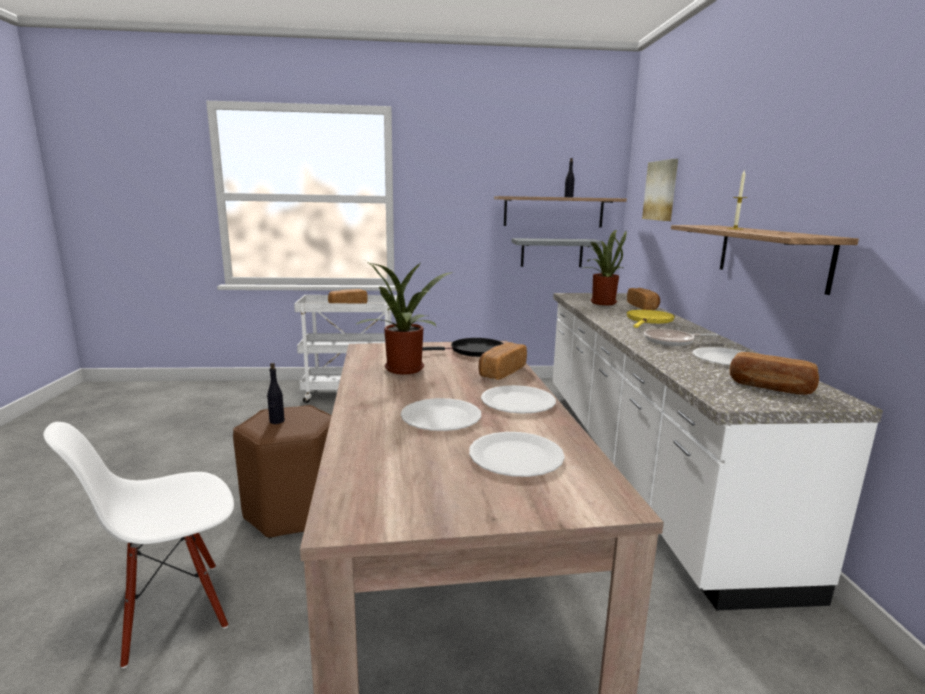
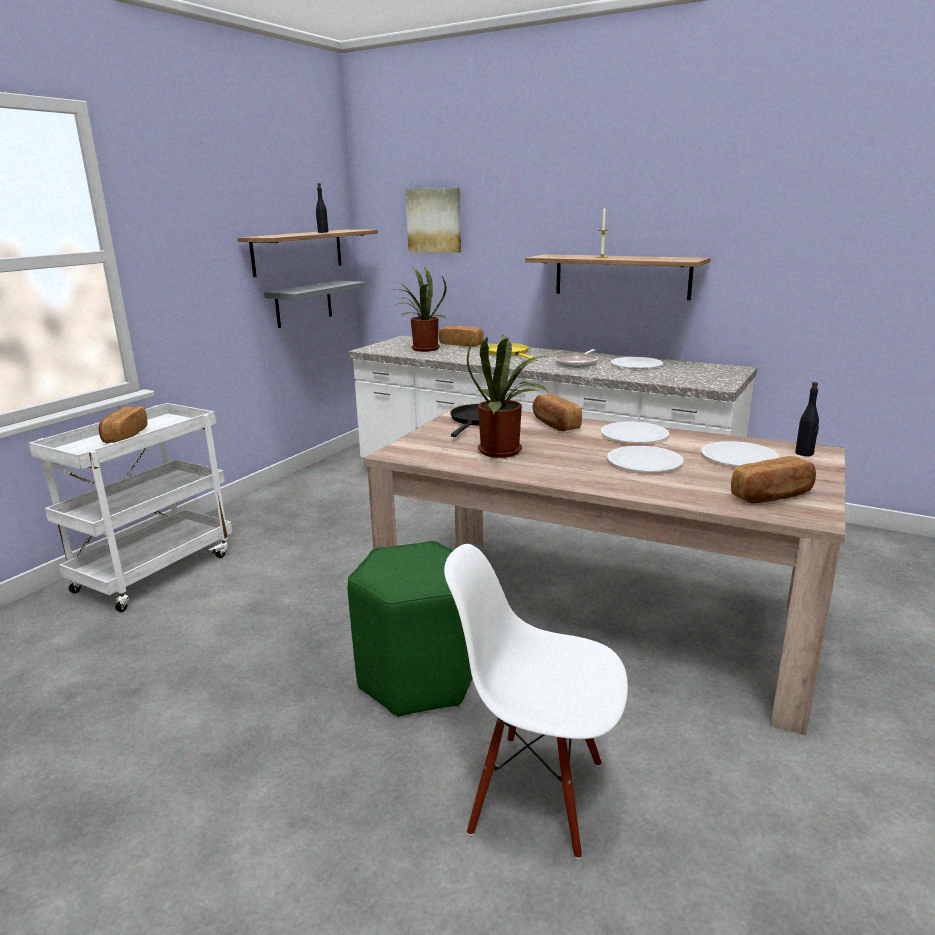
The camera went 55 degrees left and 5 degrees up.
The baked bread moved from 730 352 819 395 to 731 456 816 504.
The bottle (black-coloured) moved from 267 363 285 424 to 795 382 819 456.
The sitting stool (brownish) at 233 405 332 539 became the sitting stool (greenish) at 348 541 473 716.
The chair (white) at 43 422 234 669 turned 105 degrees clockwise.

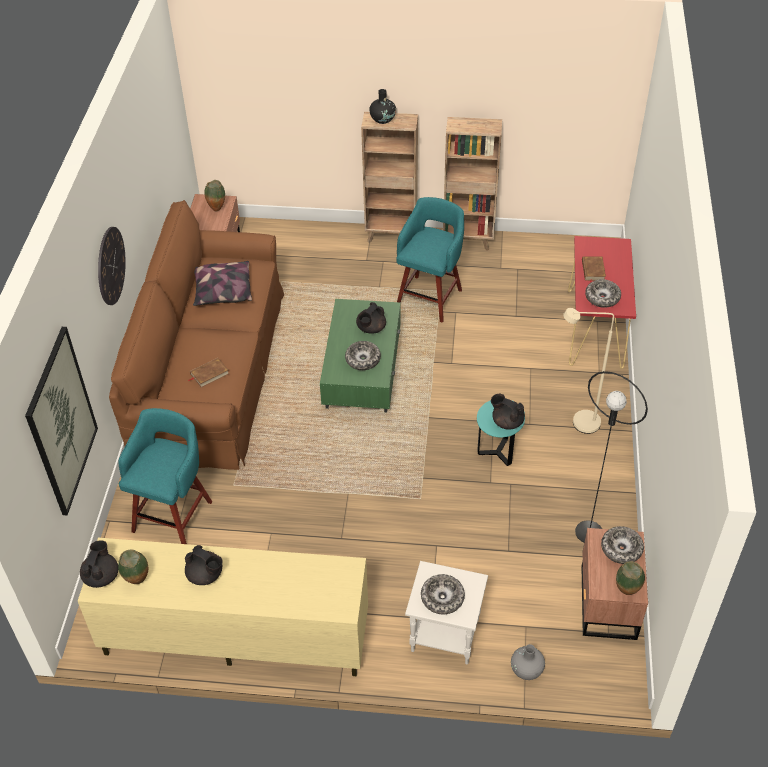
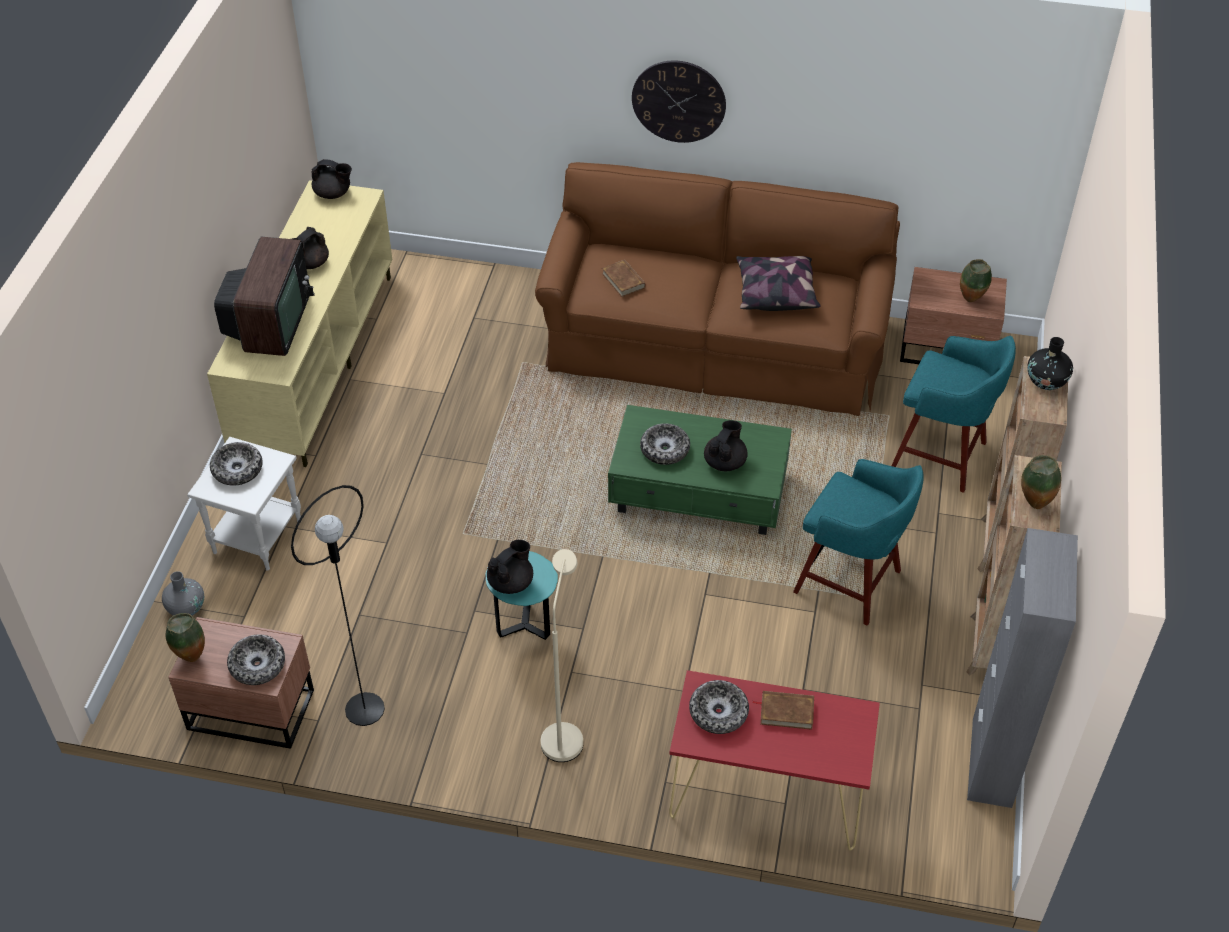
The camera went 95 degrees right and 0 degrees up.
The tea pot (black-coloured) at 356 302 386 334 turned 75 degrees clockwise.
The picture at 25 327 98 515 disappeared.
The sitting stool (blue-green) moved from 118 408 212 544 to 891 336 1016 493.
The vase moved from 118 549 148 584 to 1021 455 1061 509.
The television at 214 237 315 356 appeared.
The storage cabinet (grey) at 967 528 1078 808 appeared.

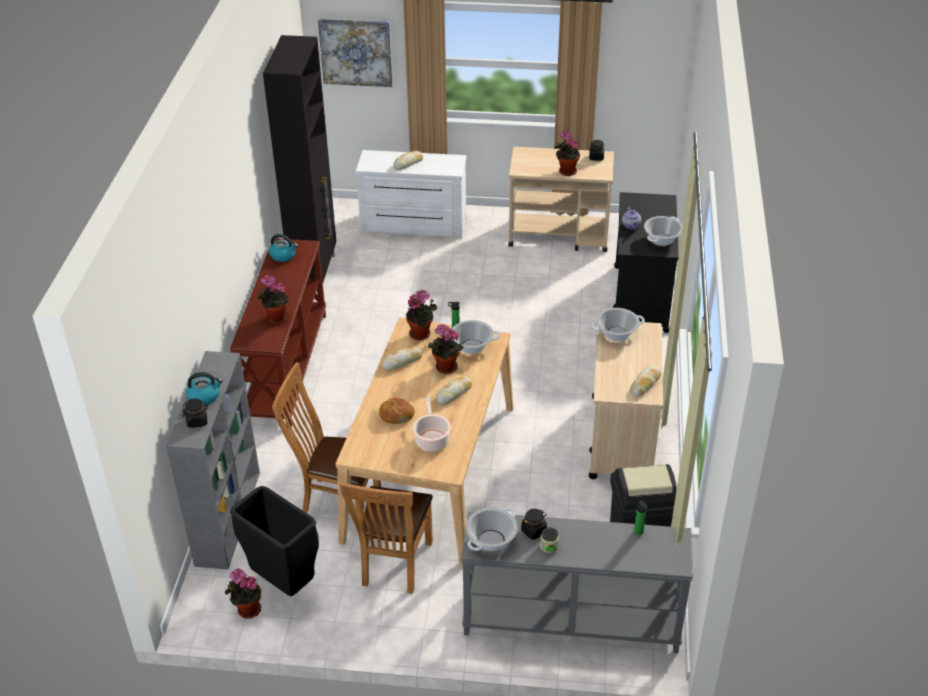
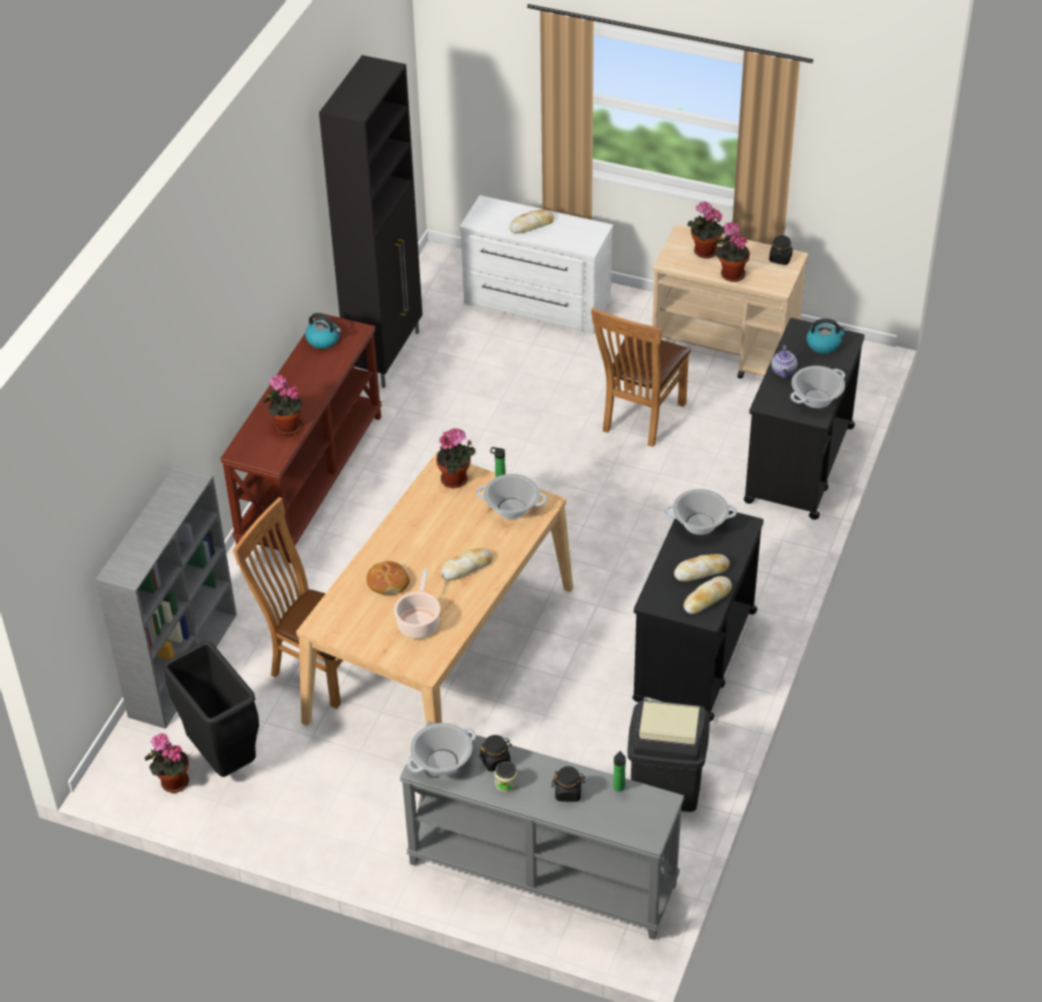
The camera went 15 degrees right and 5 degrees up.
The picture at 318 18 393 87 disappeared.
The trolley (sand-coloured) at 589 322 663 479 became the trolley (black-coloured) at 632 510 763 721.
The houseplant moved from 428 324 464 374 to 688 201 724 258.
The baked bread moved from 382 347 422 371 to 674 554 729 581.
The water kettle moved from 186 372 223 405 to 806 318 848 354.
The jar (black-coloured) moved from 182 398 209 428 to 552 766 585 802.
The chair (brownish) moved from 339 482 433 594 to 591 308 691 447.

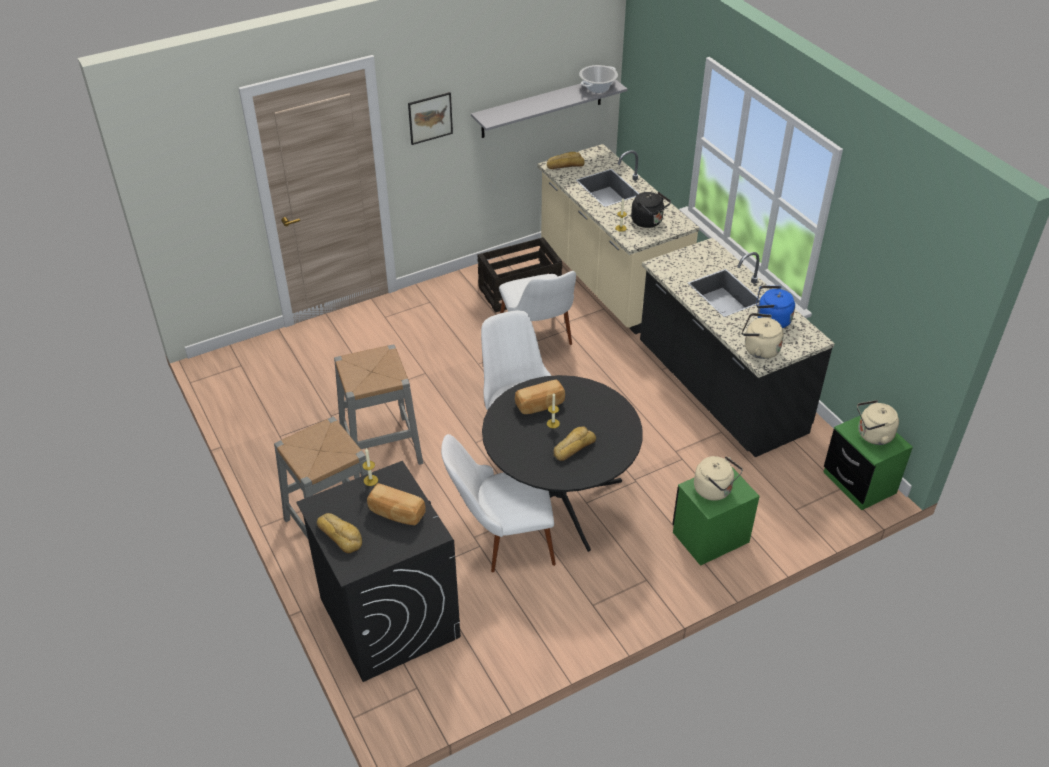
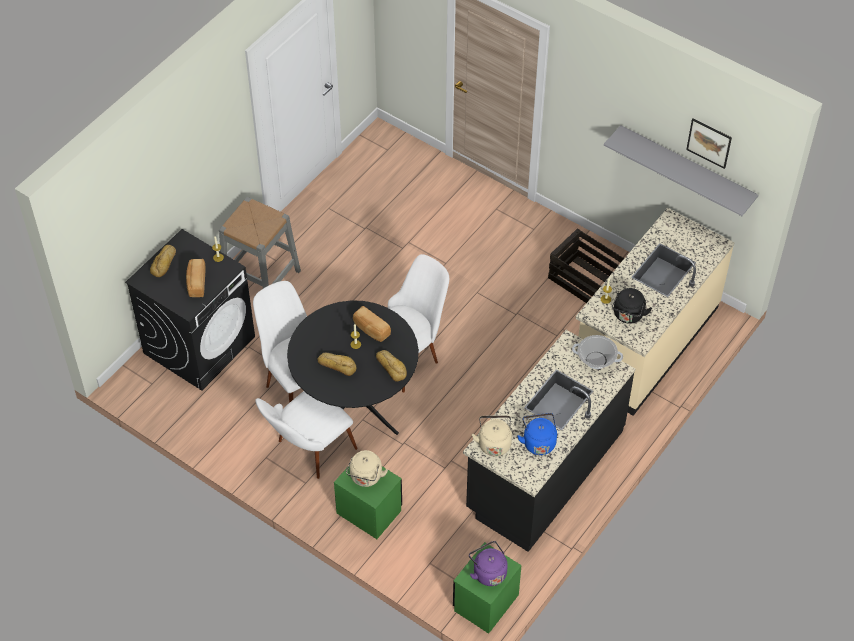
The camera went 65 degrees right and 10 degrees up.
The cooking pot moved from 579 65 618 93 to 572 335 623 369.
The picture moved from 408 92 453 145 to 686 118 732 169.
The baked bread moved from 547 152 585 169 to 376 350 407 382.
The chair (white) moved from 499 271 576 345 to 255 391 357 479.
The sitting stool (grey) at 334 344 423 479 disappeared.
The water kettle (sand-coloured) at 857 400 899 445 became the water kettle (purple-coloured) at 469 541 508 586.

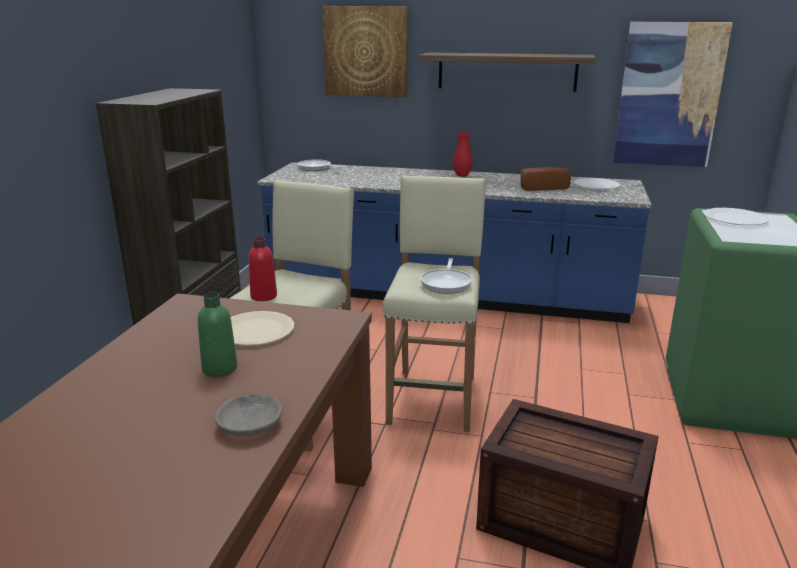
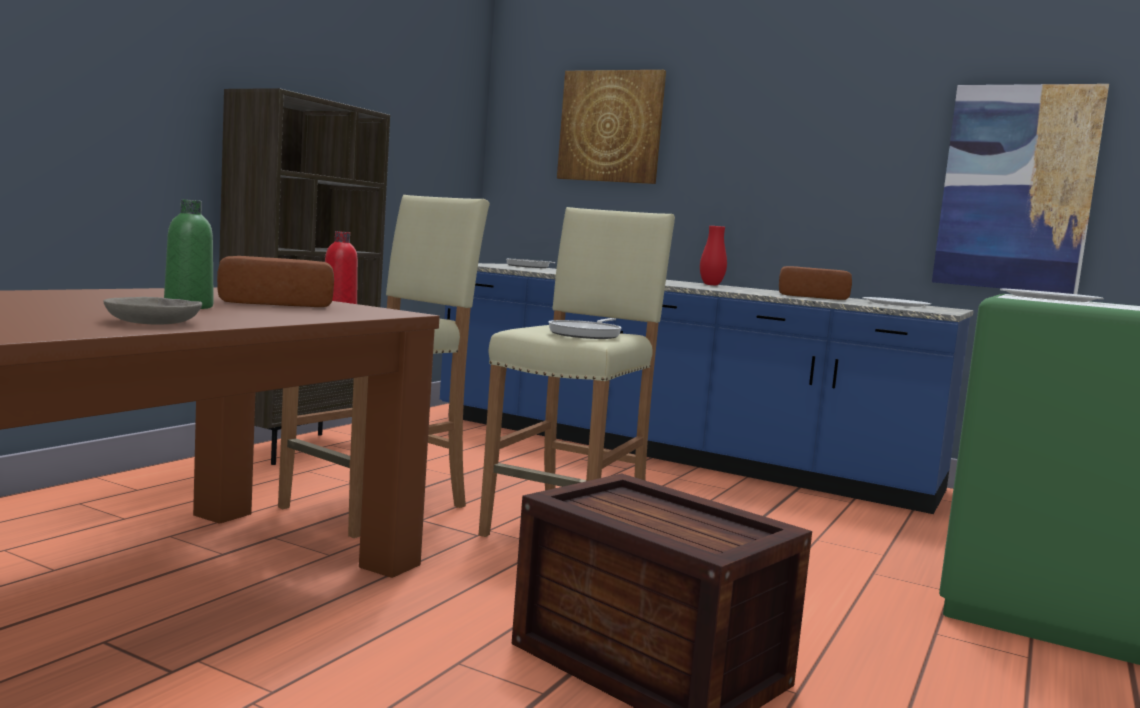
The camera went 15 degrees right and 15 degrees down.
The bracket shelf at 419 52 595 92 disappeared.
The dinner plate (sand-coloured) at 231 311 294 346 was replaced by the baked bread at 217 256 334 307.

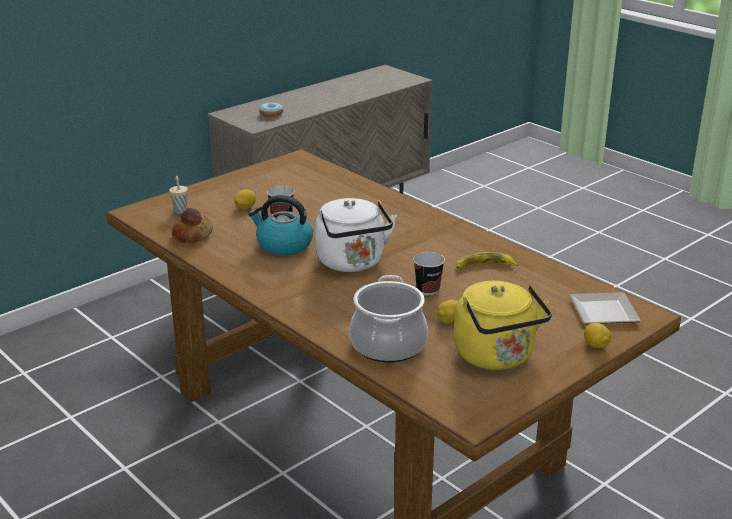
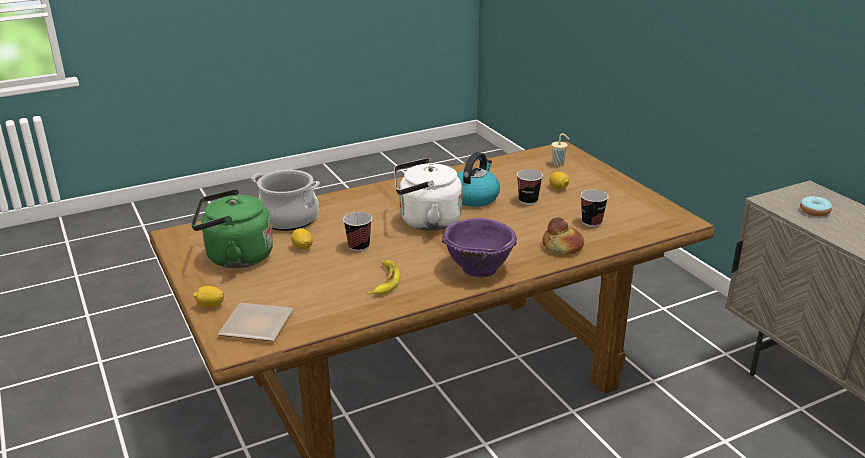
The camera went 105 degrees right and 0 degrees up.
The baked bread moved from 172 208 213 243 to 542 217 584 255.
The water kettle (yellowish) at 454 281 552 370 became the water kettle (greenish) at 191 189 273 268.
The drinking cup at 581 190 609 227 appeared.
The deep dish (purple-coloured) at 442 218 517 277 appeared.

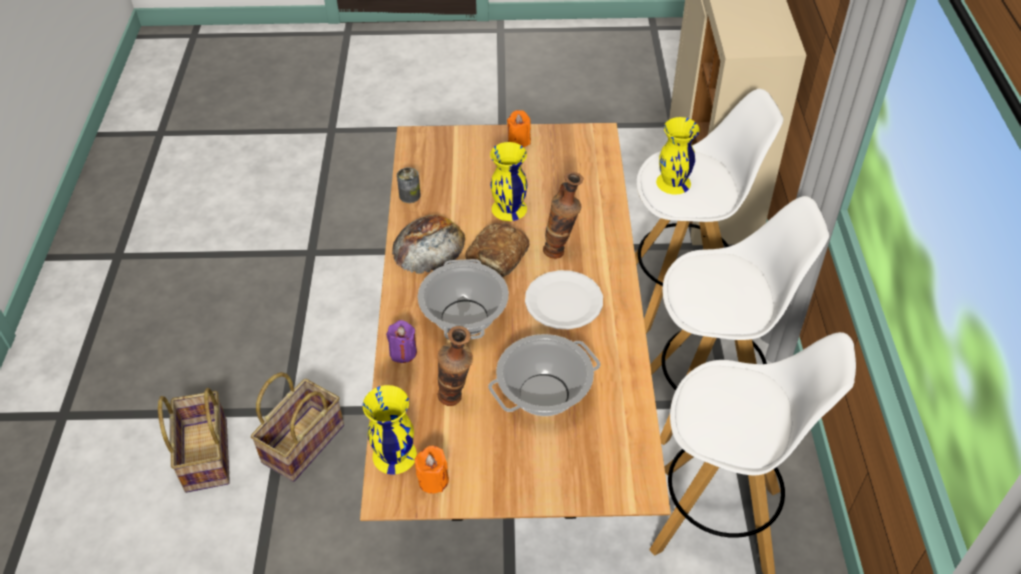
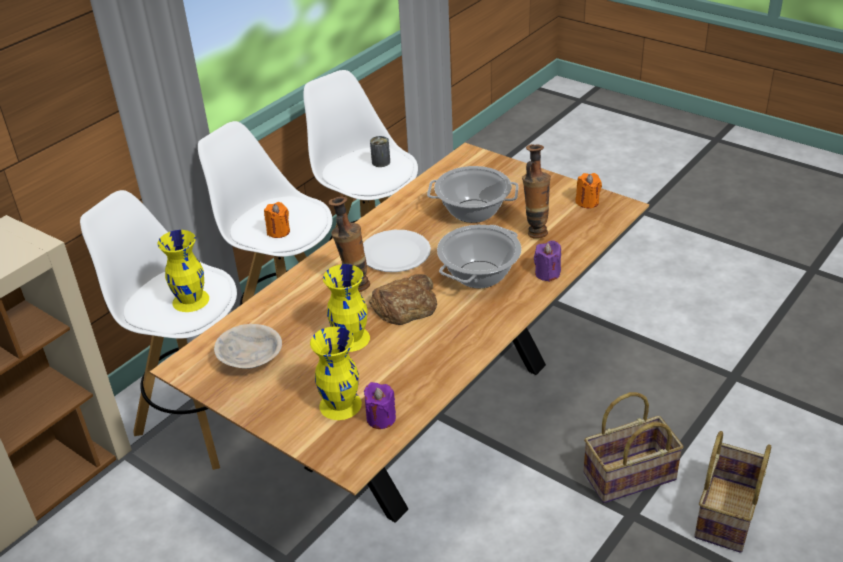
The camera went 140 degrees left and 10 degrees down.
The wax light (orange) moved from 507 110 531 147 to 264 202 290 238.
The sealed can moved from 397 167 421 203 to 370 136 390 167.
The baked bread at 392 215 465 274 disappeared.
The vase (yellowish) moved from 363 385 417 474 to 310 327 362 420.
The deep dish (sand-coloured) at 214 324 282 369 appeared.
The wax light (purple-coloured) at 364 382 396 429 appeared.

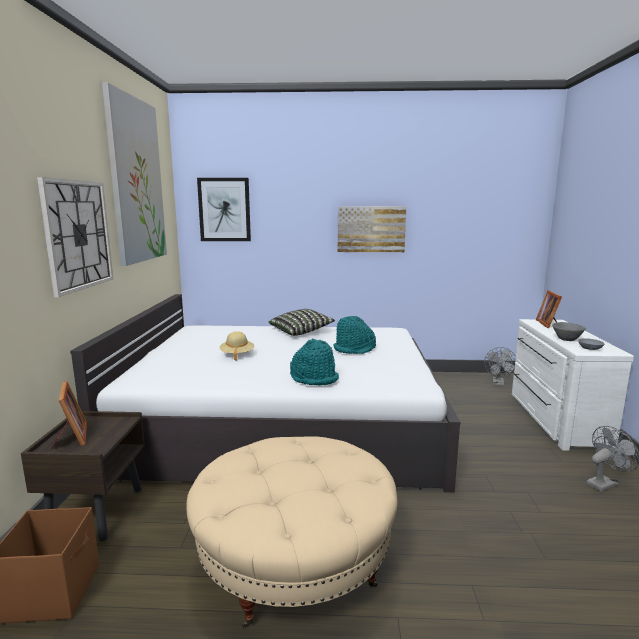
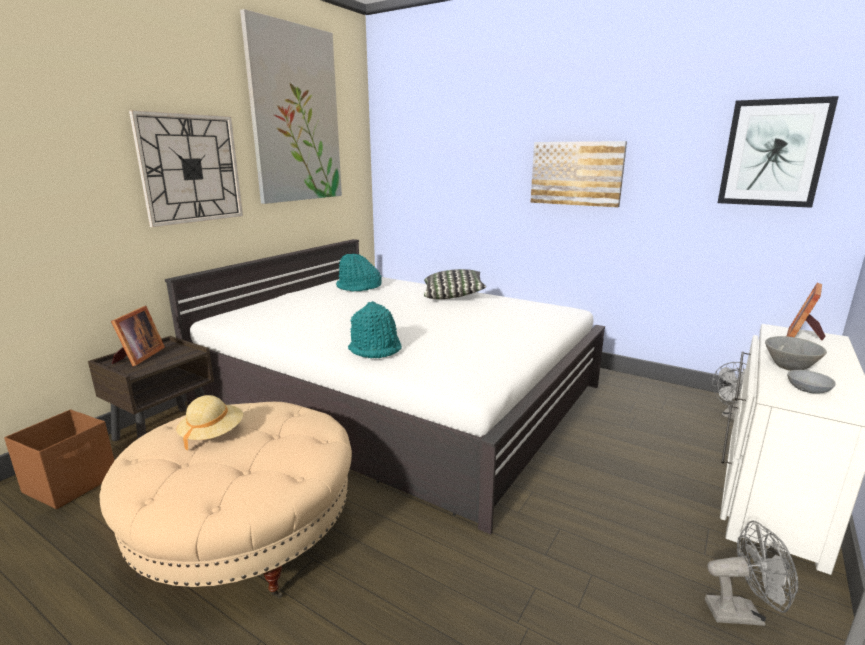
The camera went 30 degrees right and 5 degrees up.
The picture moved from 197 178 251 241 to 718 96 839 208.
The wearable hat (blue-green) moved from 334 316 376 354 to 336 254 382 291.
The wearable hat (sand-coloured) moved from 220 331 254 361 to 176 395 243 451.

